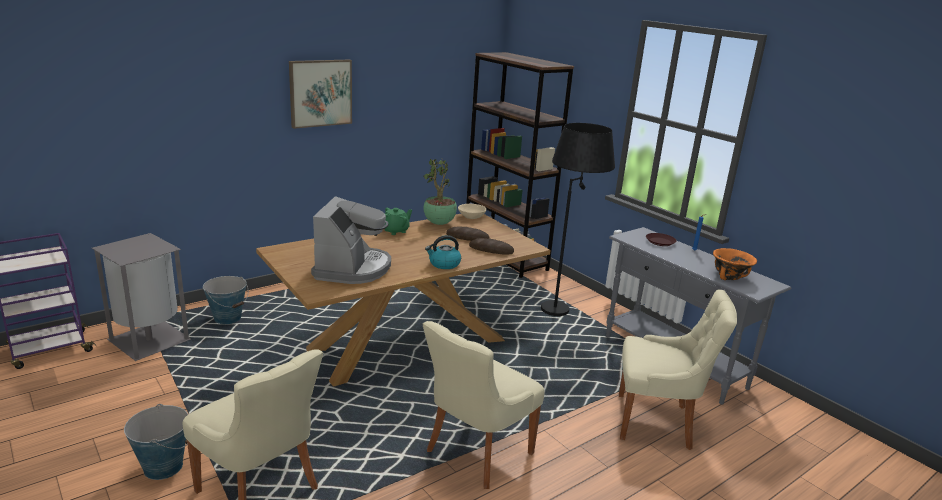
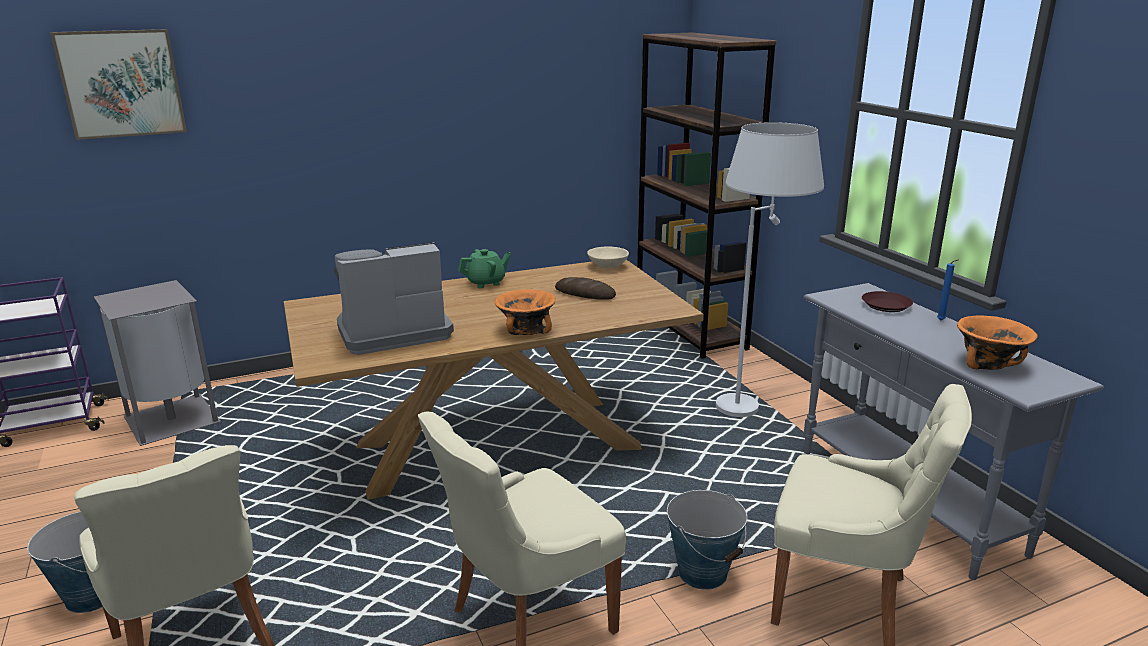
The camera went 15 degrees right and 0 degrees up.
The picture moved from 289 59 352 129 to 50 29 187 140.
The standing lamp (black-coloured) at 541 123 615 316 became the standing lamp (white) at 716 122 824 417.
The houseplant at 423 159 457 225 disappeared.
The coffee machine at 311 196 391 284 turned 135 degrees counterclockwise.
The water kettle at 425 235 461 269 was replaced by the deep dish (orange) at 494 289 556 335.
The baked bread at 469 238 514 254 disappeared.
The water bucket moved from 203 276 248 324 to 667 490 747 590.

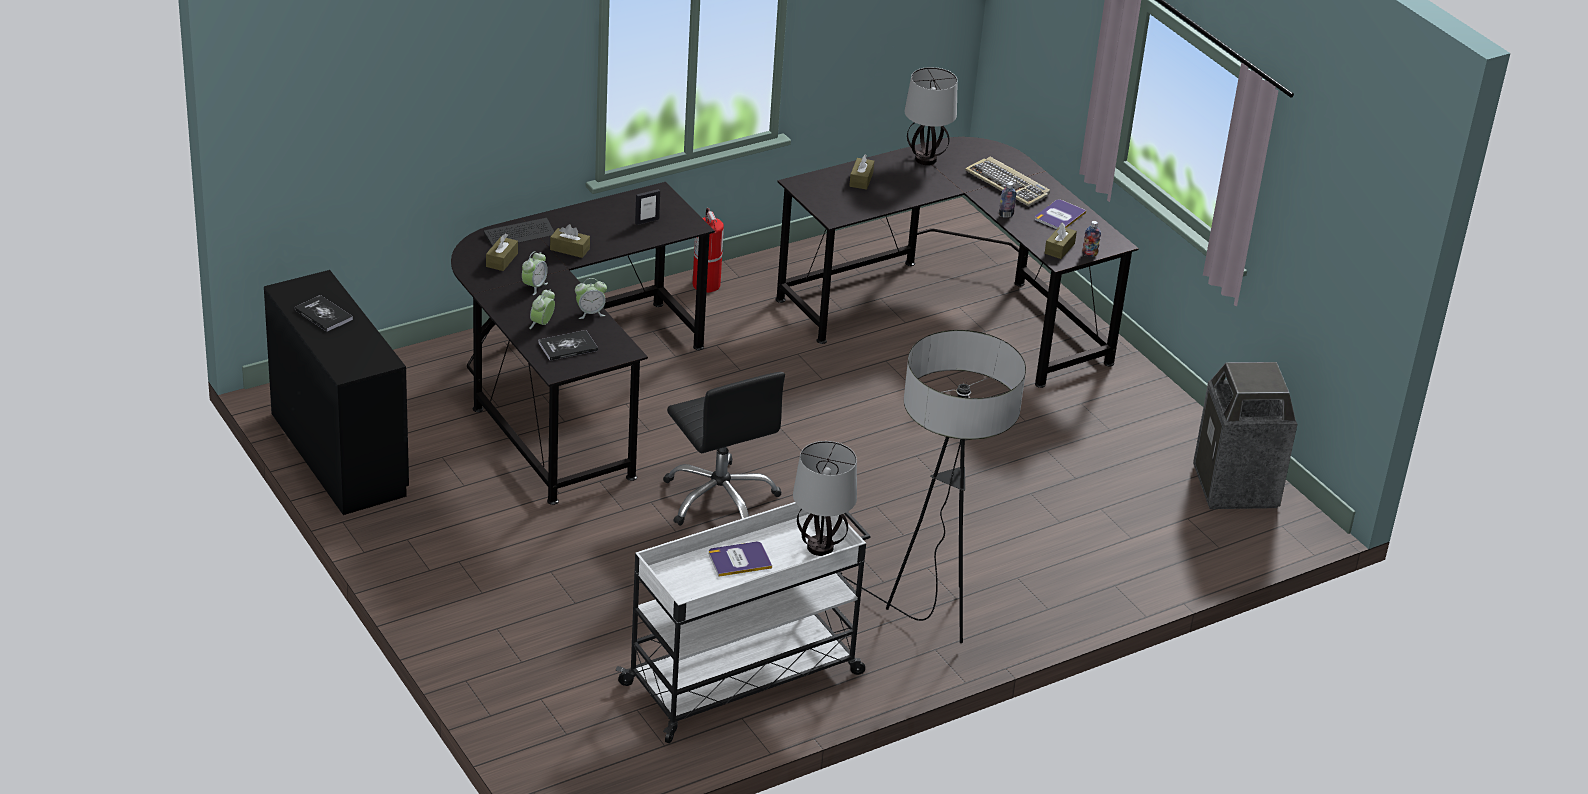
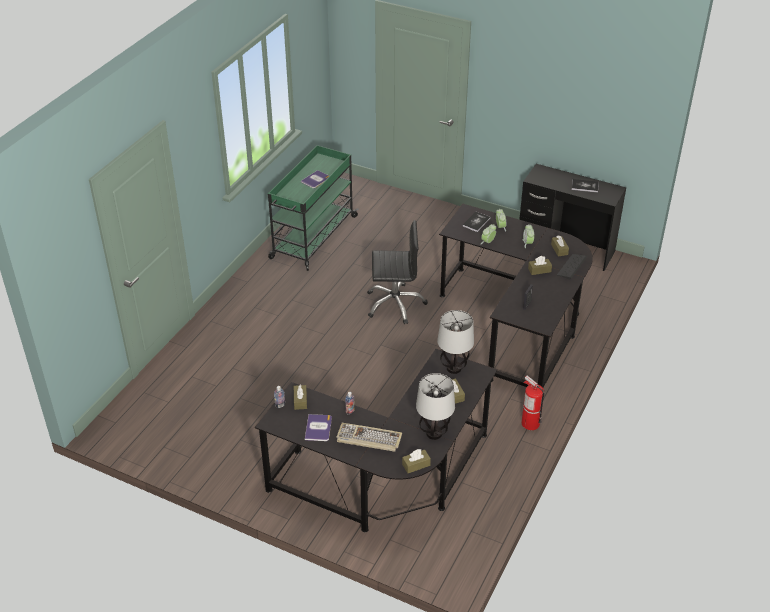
The camera went 150 degrees right and 5 degrees up.
The standing lamp at 839 330 1026 643 disappeared.
The waste bin at 1193 362 1297 509 disappeared.
The desk chair (black-coloured) at 663 372 785 526 turned 150 degrees clockwise.
The table lamp moved from 793 441 857 556 to 437 310 474 374.
The trolley (white) at 616 502 871 743 became the trolley (greenish) at 268 145 359 271.
The box of tissues (brownish) at 402 449 431 473 appeared.

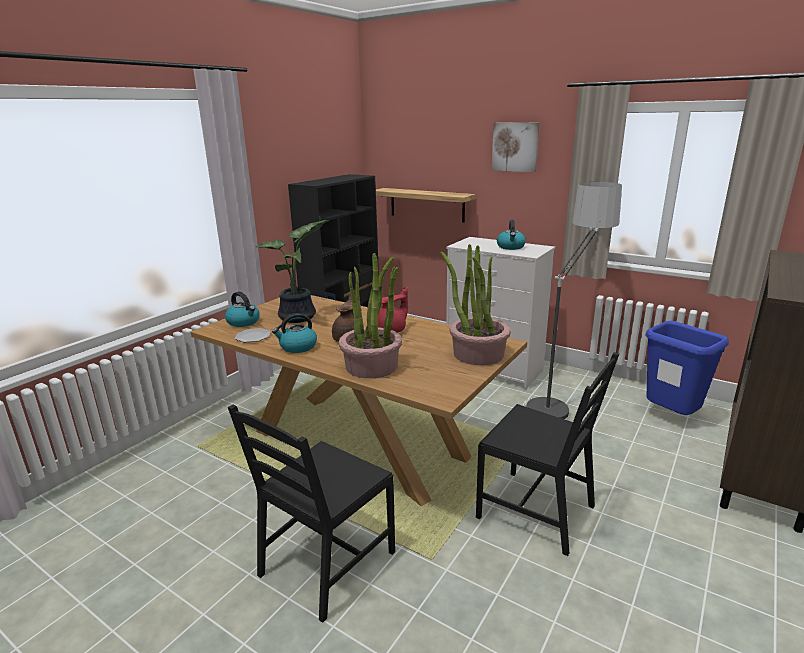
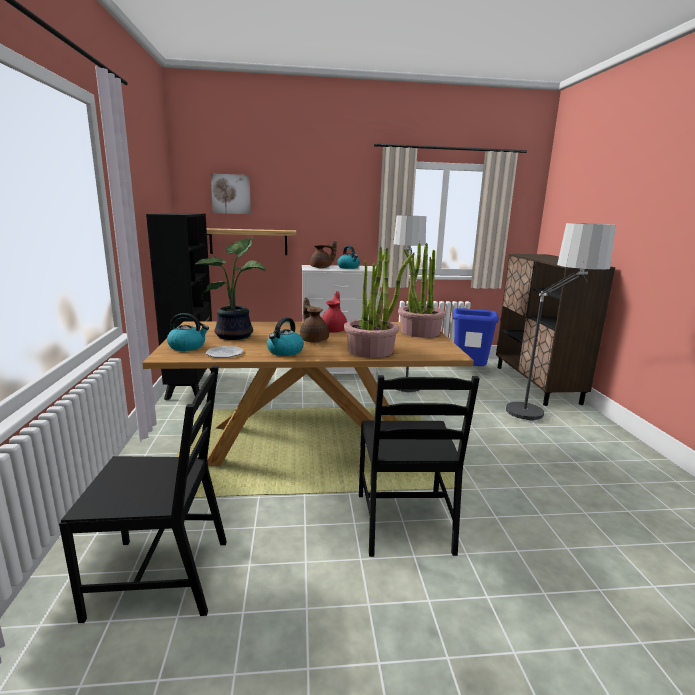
The camera went 40 degrees left and 5 degrees down.
The picture moved from 492 122 540 172 to 211 174 251 214.
The chair (black-coloured) moved from 476 352 619 556 to 59 366 227 623.
The standing lamp at 506 223 616 423 appeared.
The tea pot (brownish) at 310 241 336 268 appeared.

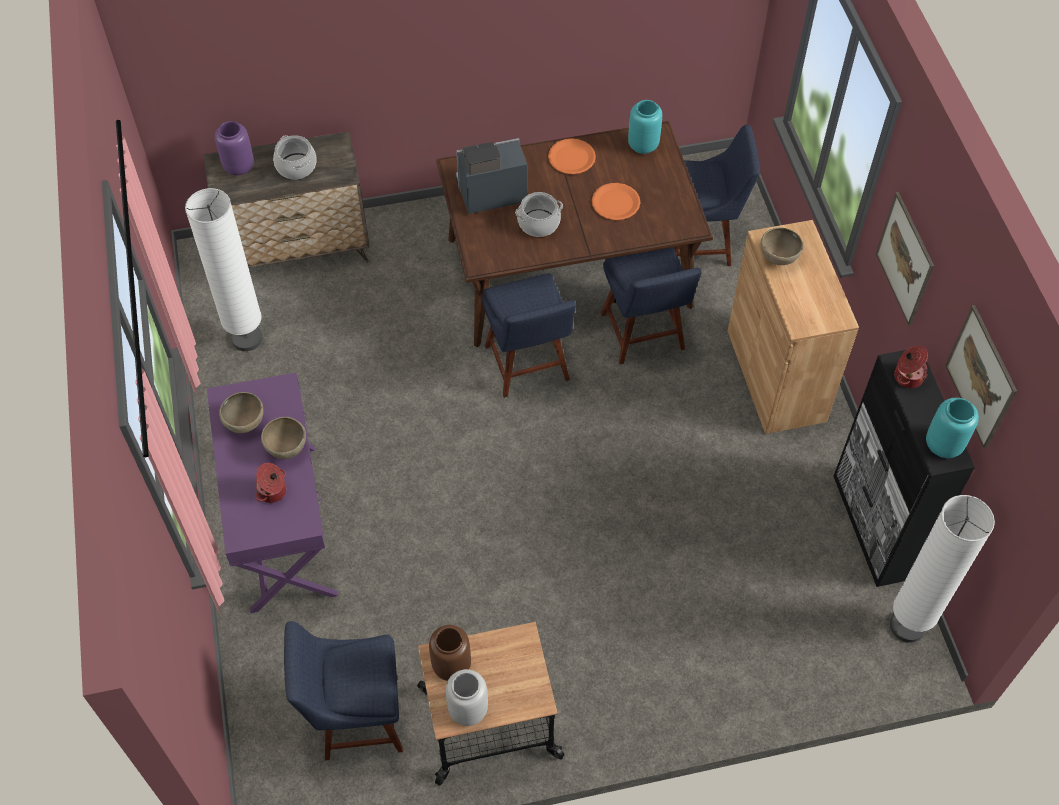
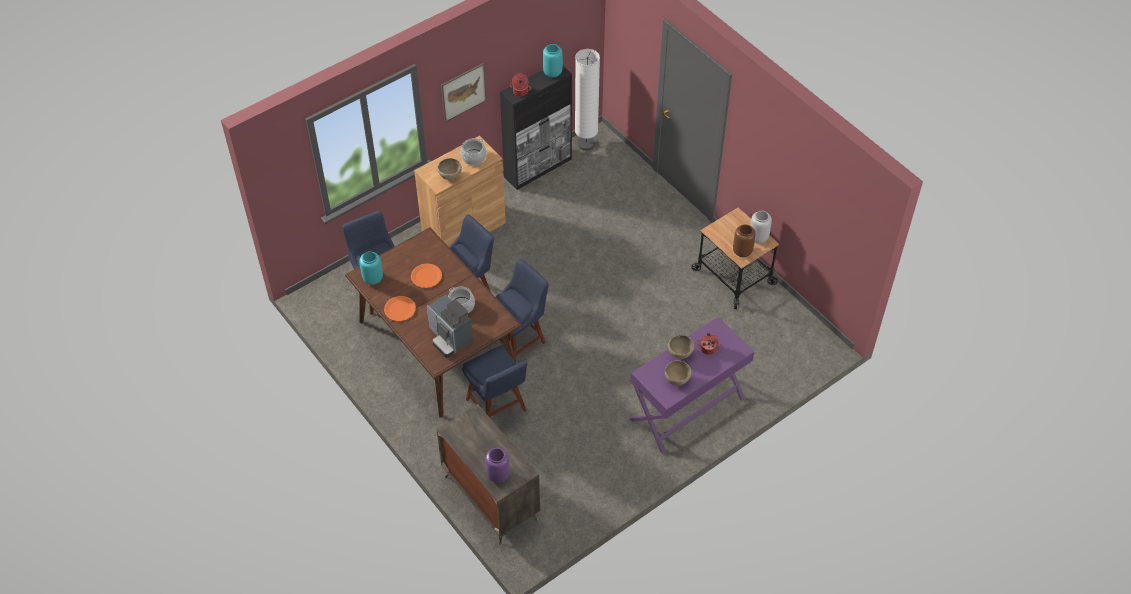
The camera went 115 degrees left and 5 degrees down.
The cooking pot moved from 273 135 317 179 to 460 138 487 165.
The standing lamp (white) at 185 188 262 351 disappeared.
The picture at 945 305 1017 449 disappeared.
The chair (bluish) moved from 284 621 403 761 to 462 345 528 418.

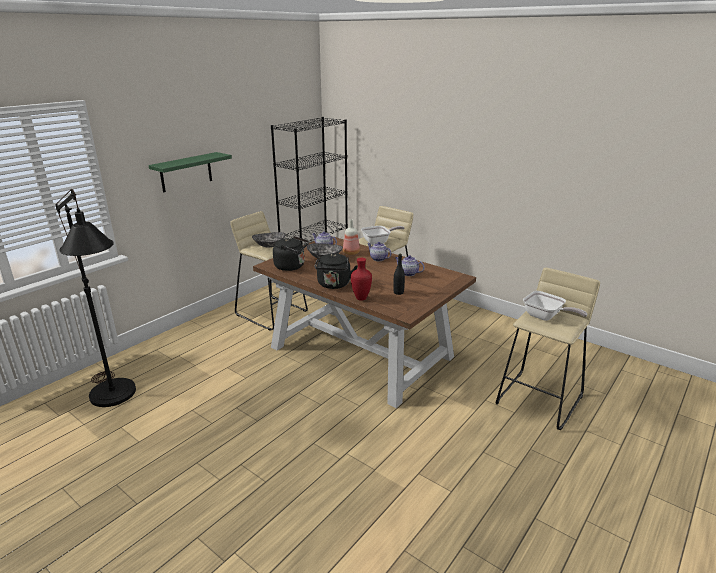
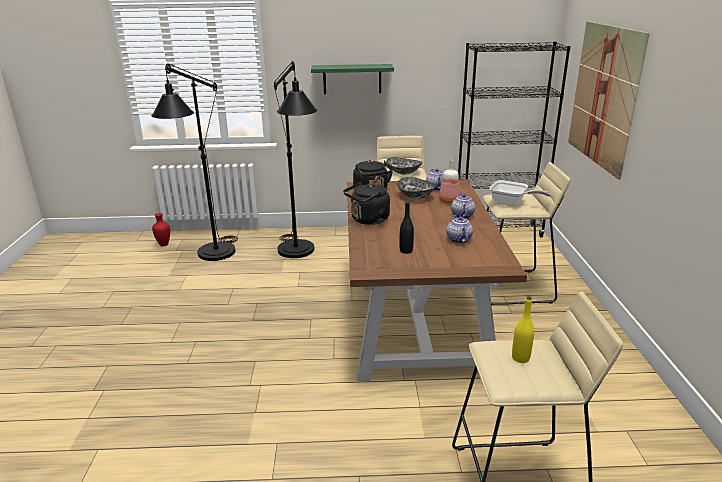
The camera went 50 degrees right and 0 degrees up.
The vase (red-coloured) moved from 351 258 372 301 to 152 213 170 247.
The skillet at 523 291 588 321 was replaced by the bottle (yellowish) at 512 296 534 363.
The picture at 568 21 650 180 appeared.
The standing lamp (black-coloured) at 274 61 317 258 appeared.

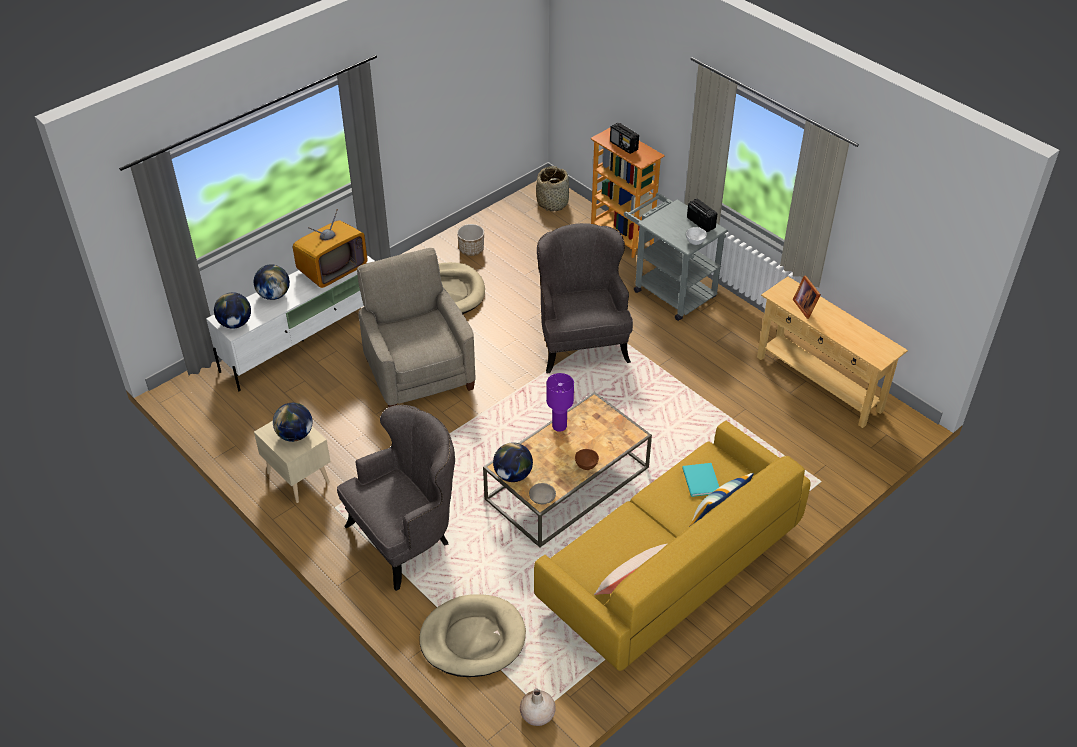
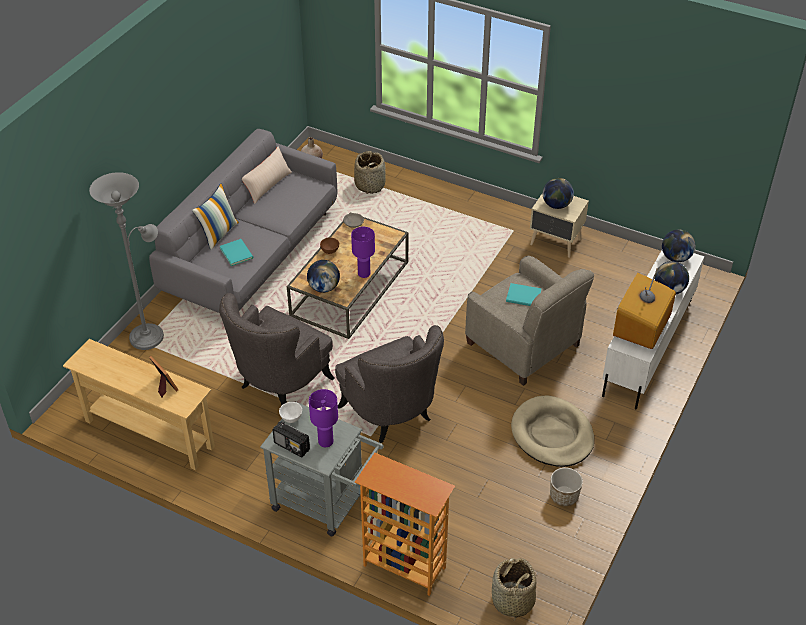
The camera went 160 degrees right and 0 degrees up.
The radio receiver at 610 123 639 154 disappeared.
The easy chair (grey) moved from 337 405 455 591 to 219 293 334 405.
The settee (yellowish) at 534 421 811 671 became the settee (grey) at 149 129 337 313.
The world globe moved from 493 442 533 482 to 307 260 340 293.
The dog bed (sand-coloured) at 419 594 526 677 was replaced by the storage basket at 354 151 386 194.
The standing lamp (grey) at 89 172 164 350 appeared.
The book (blue-green) at 506 283 541 306 appeared.
The table lamp (purple-coloured) at 309 389 338 447 appeared.

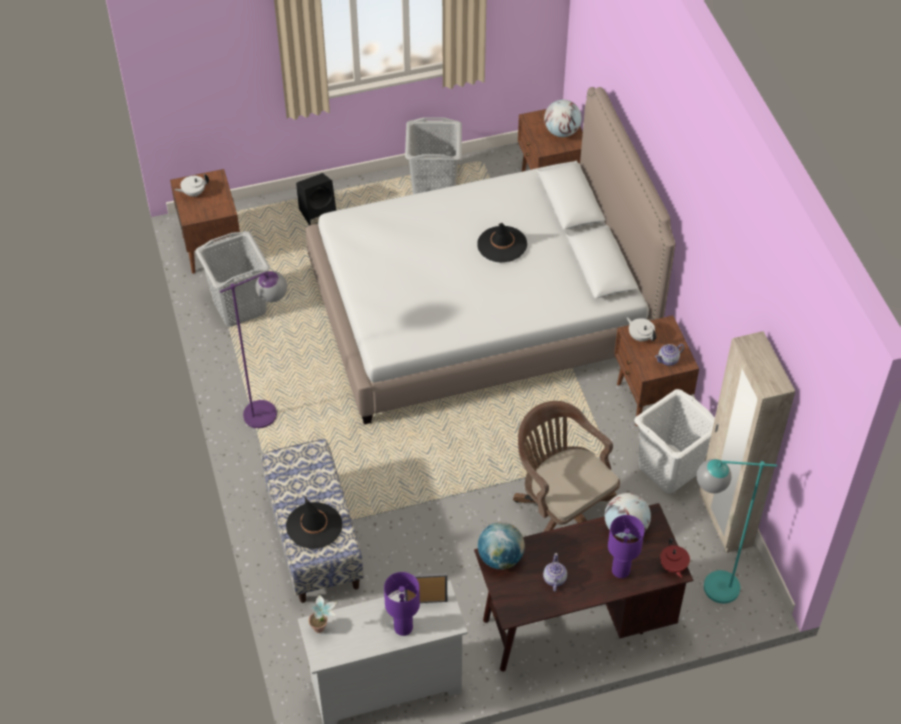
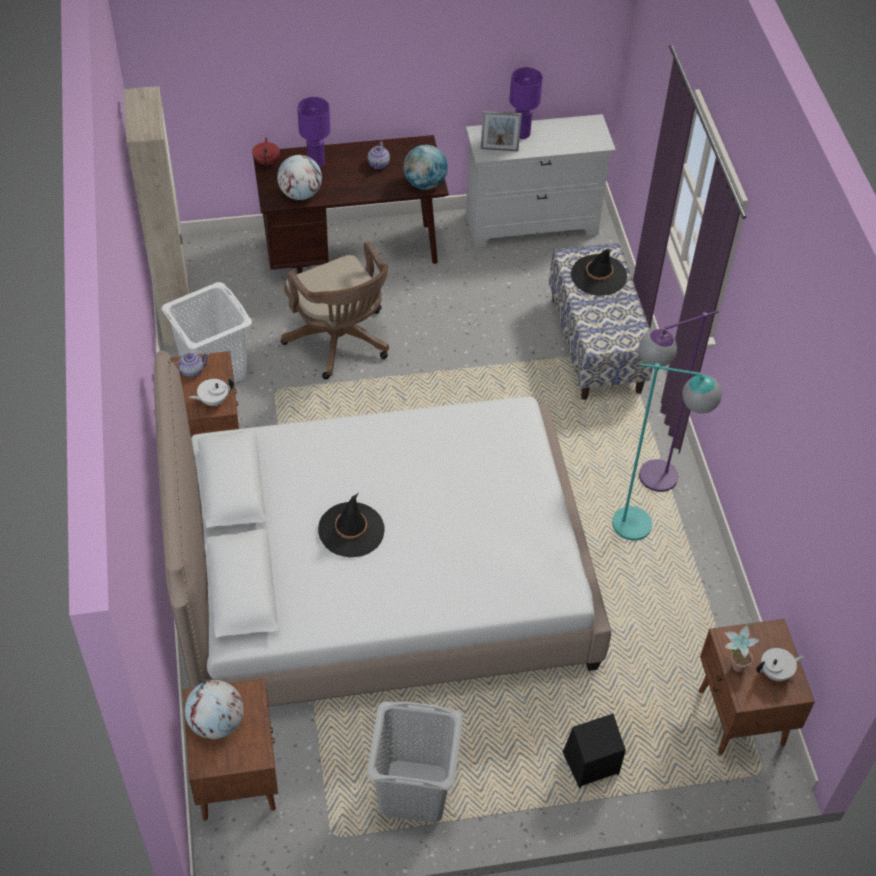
The camera went 175 degrees left and 0 degrees up.
The washing basket (grey) at 195 231 270 327 disappeared.
The tea pot (white) at 626 317 656 341 turned 105 degrees clockwise.
The standing lamp (blue-green) moved from 697 459 777 604 to 612 363 722 540.
The houseplant moved from 307 595 336 633 to 724 625 759 672.

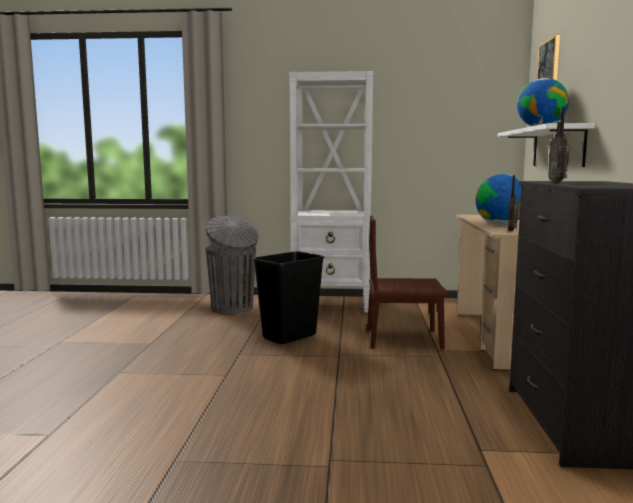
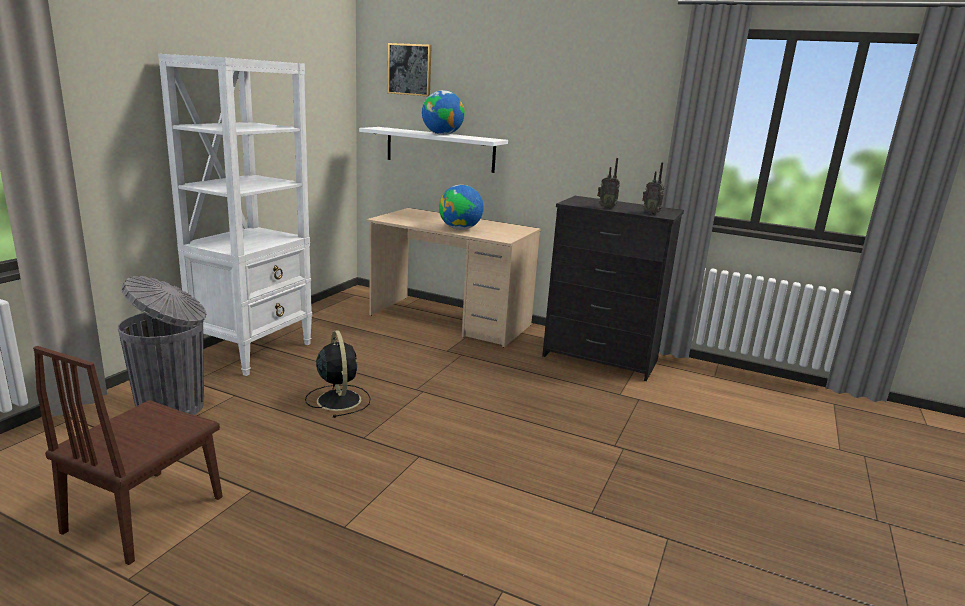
The camera went 70 degrees left and 10 degrees up.
The radio receiver moved from 508 175 520 231 to 642 162 664 214.
The chair (brownish) moved from 367 216 449 349 to 33 346 222 565.
The waste bin (black-coloured) at 253 251 324 344 was replaced by the electric fan (black-coloured) at 305 330 371 418.

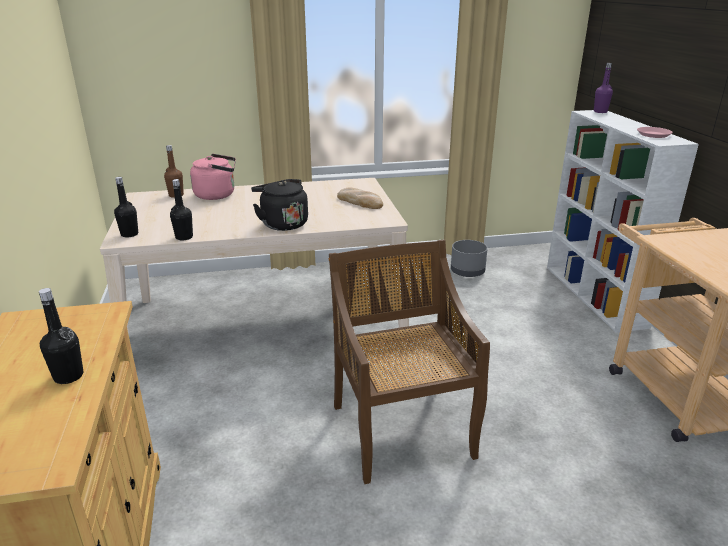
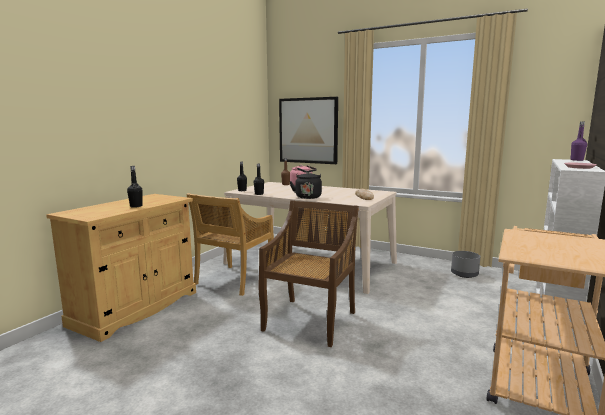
The camera went 40 degrees right and 15 degrees down.
The picture at 279 97 338 164 appeared.
The chair (sand-coloured) at 186 193 274 296 appeared.

